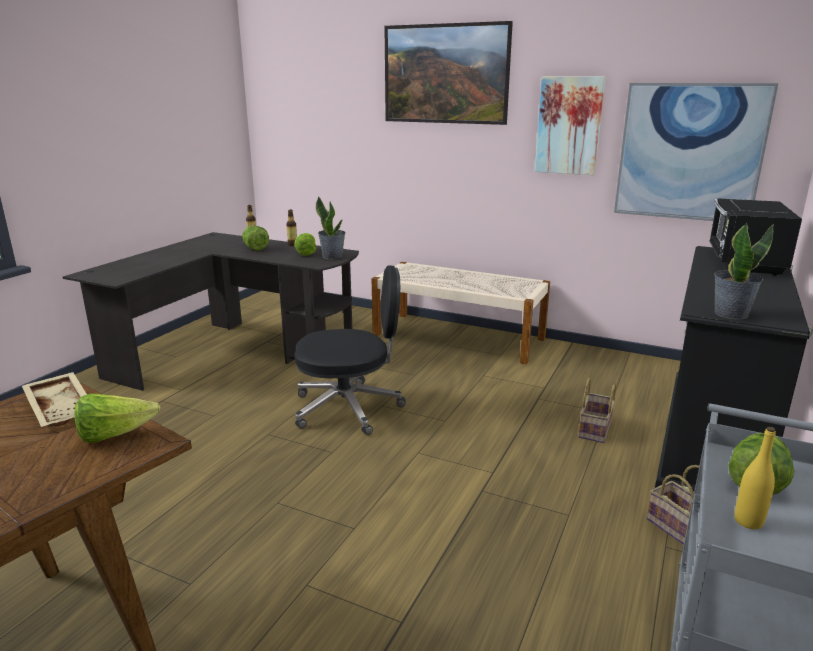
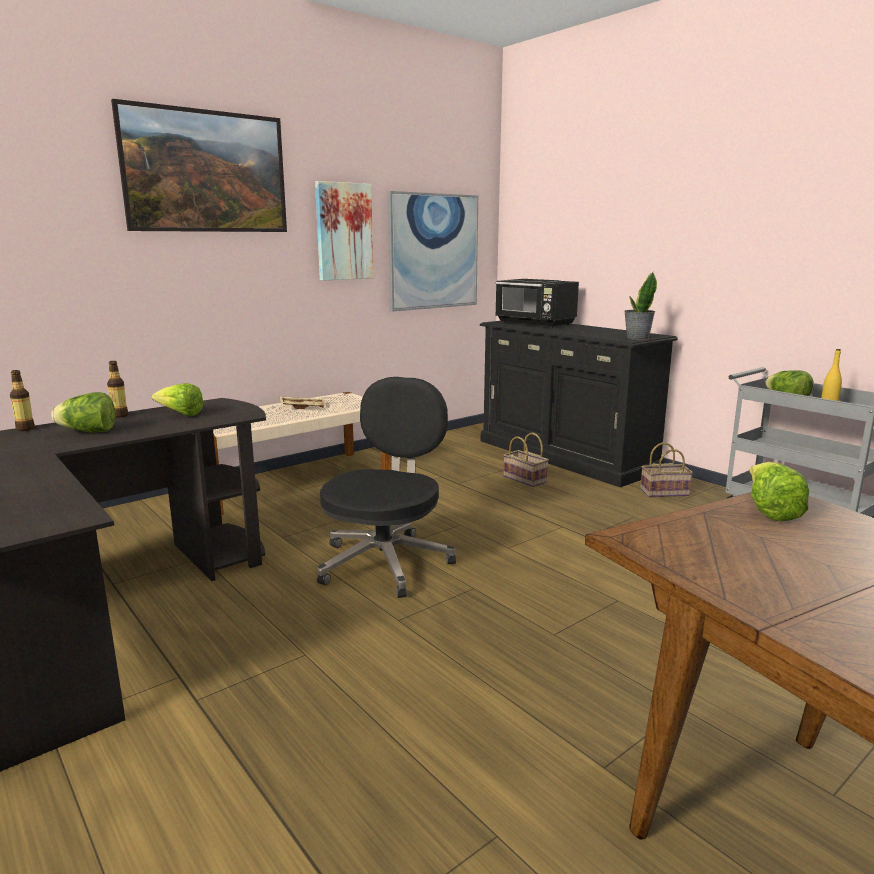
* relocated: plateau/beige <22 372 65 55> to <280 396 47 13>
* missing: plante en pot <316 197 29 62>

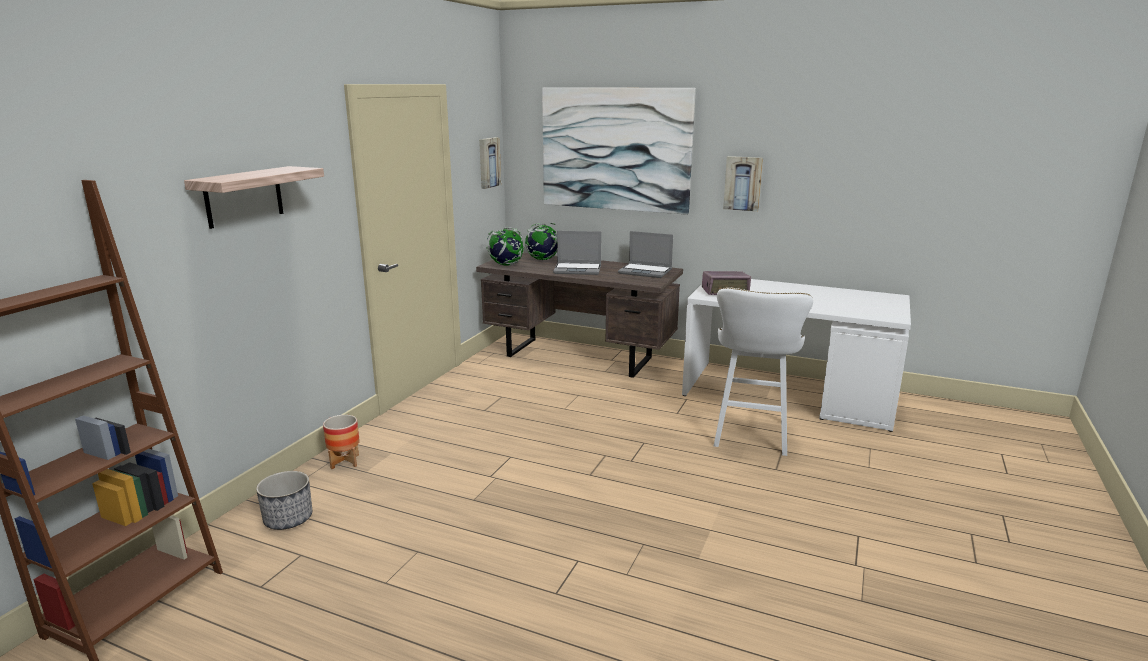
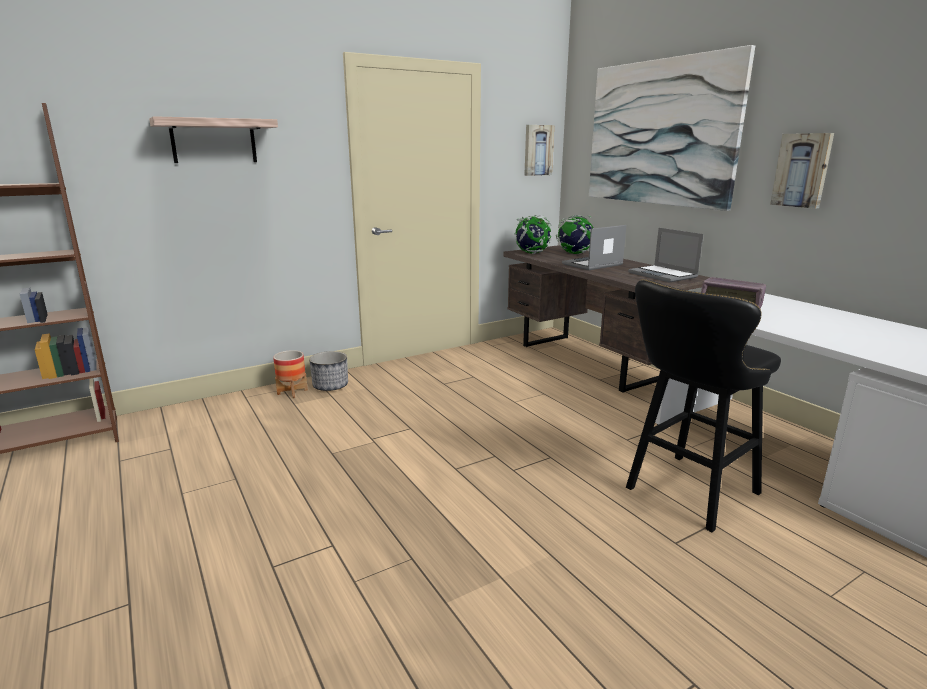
* relocated: cache-pot <256 471 56 59> to <309 351 39 40>
* spun: ordinateur portable <553 231 49 44> = <562 225 64 45> 105 degrees clockwise
* colour: tabouret/blanc <714 287 99 169> to tabouret/noir <626 279 155 253>

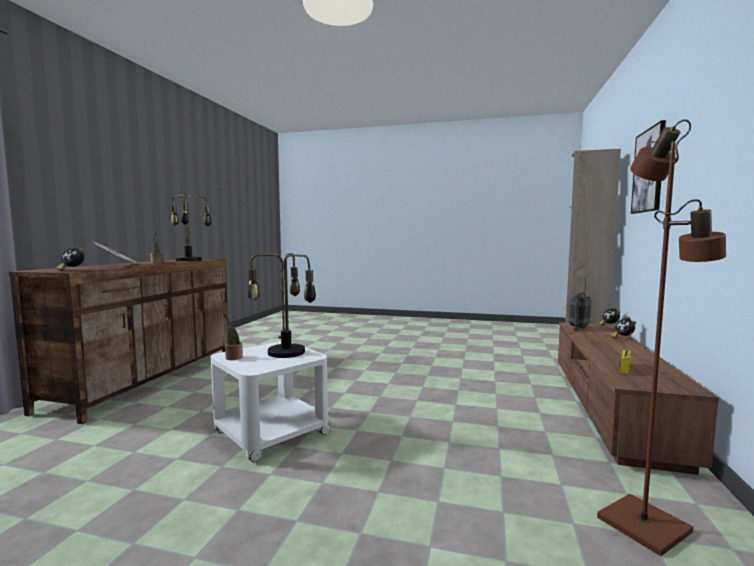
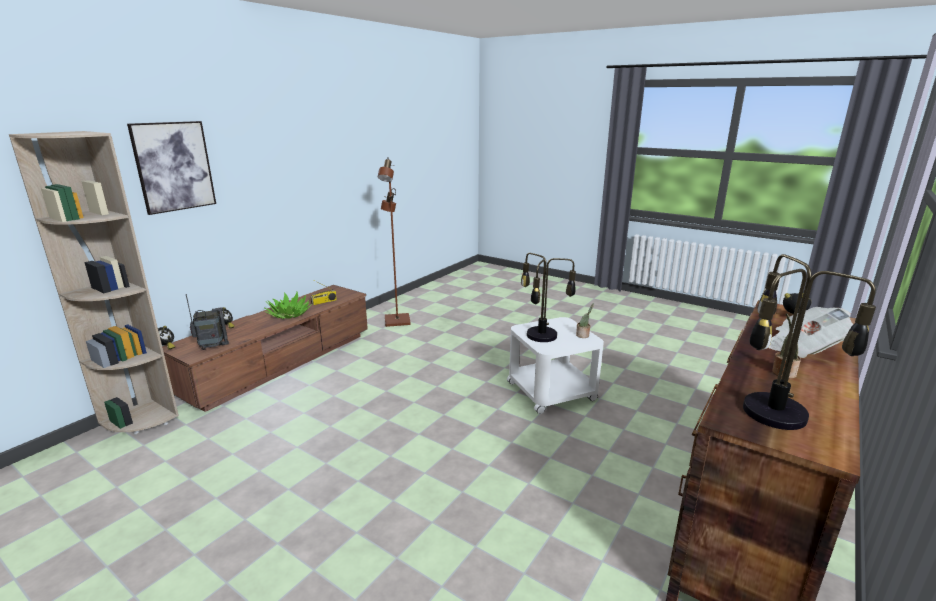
* appeared: plante en pot <265 292 47 27>

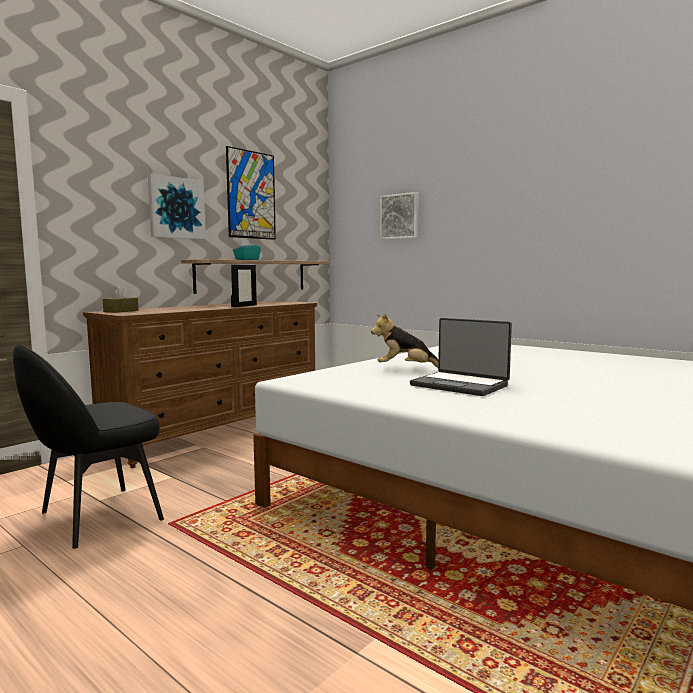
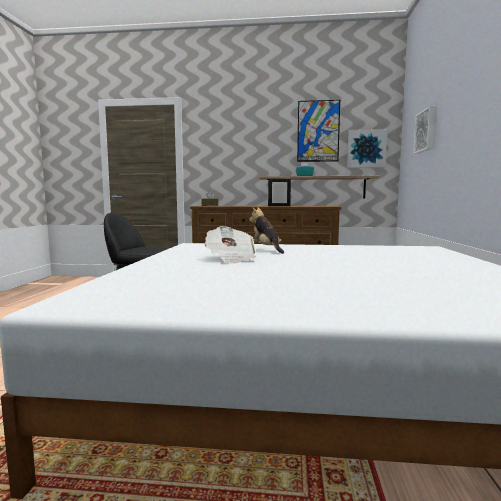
* relocated: tableau <148 173 58 66> to <347 129 40 39>
* exchanged: ordinateur portable <410 318 102 78> to journal <205 226 51 38>

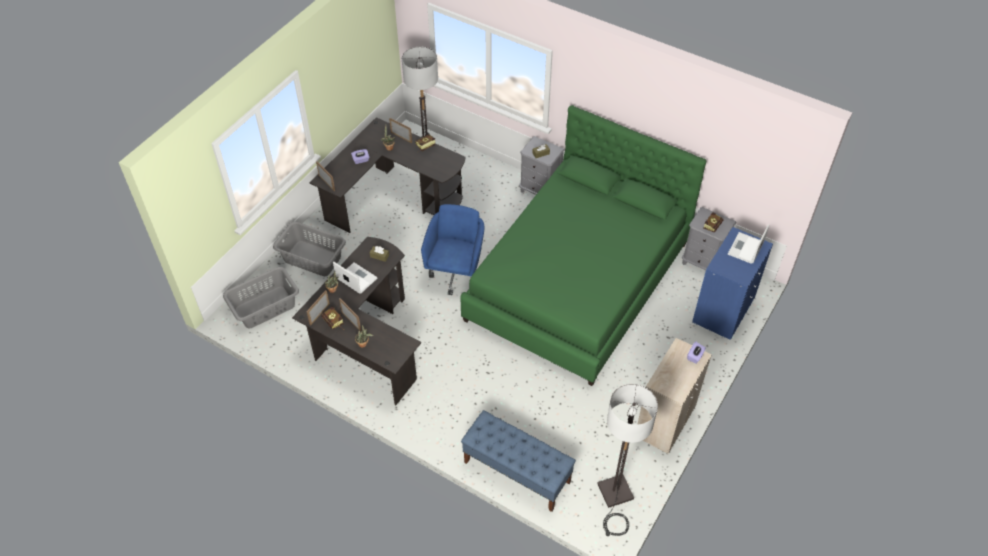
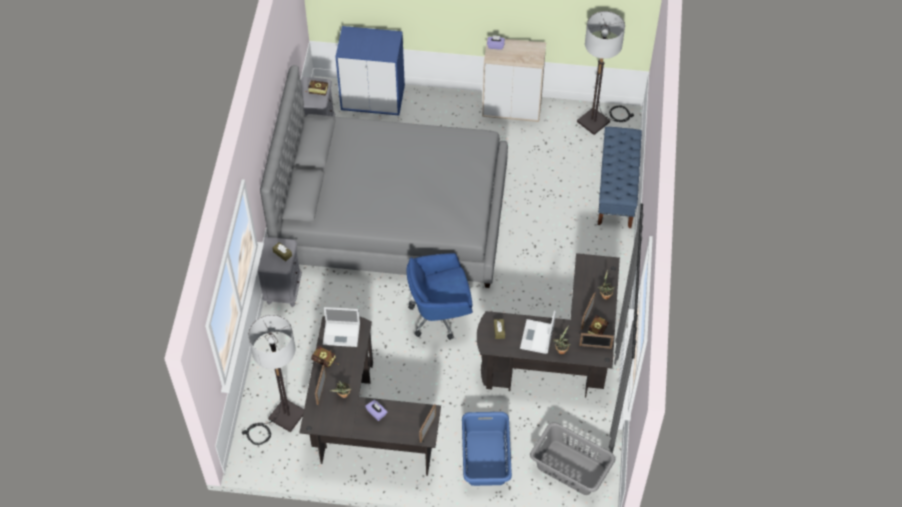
* colour: panier à linge/gris <273 221 73 55> to panier à linge/bleu <462 412 50 74>
* colour: lit/vert <461 105 245 281> to lit/gris <260 65 248 223>
* relocated: ordinateur portable <728 225 41 39> to <323 307 37 40>

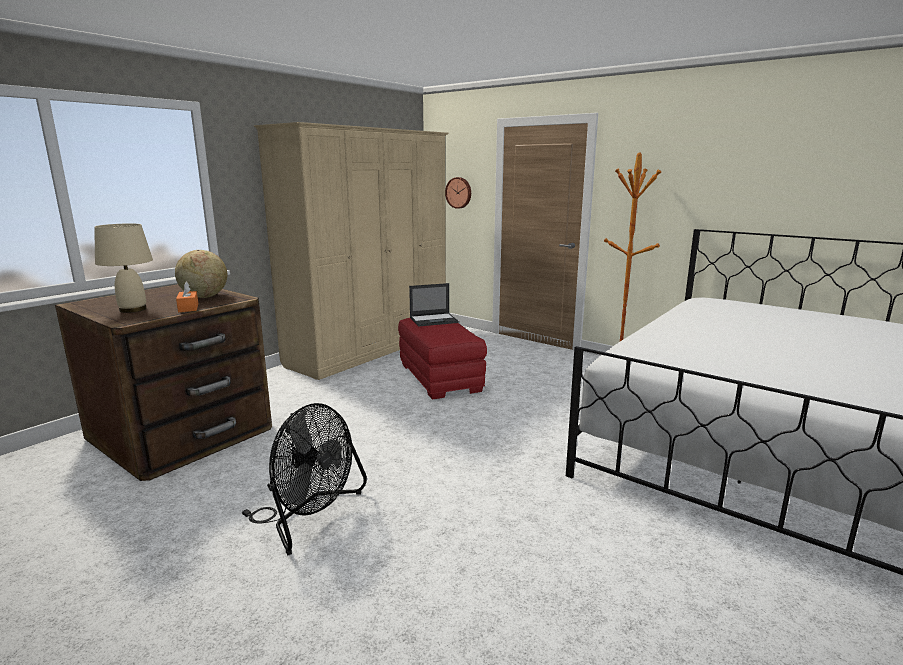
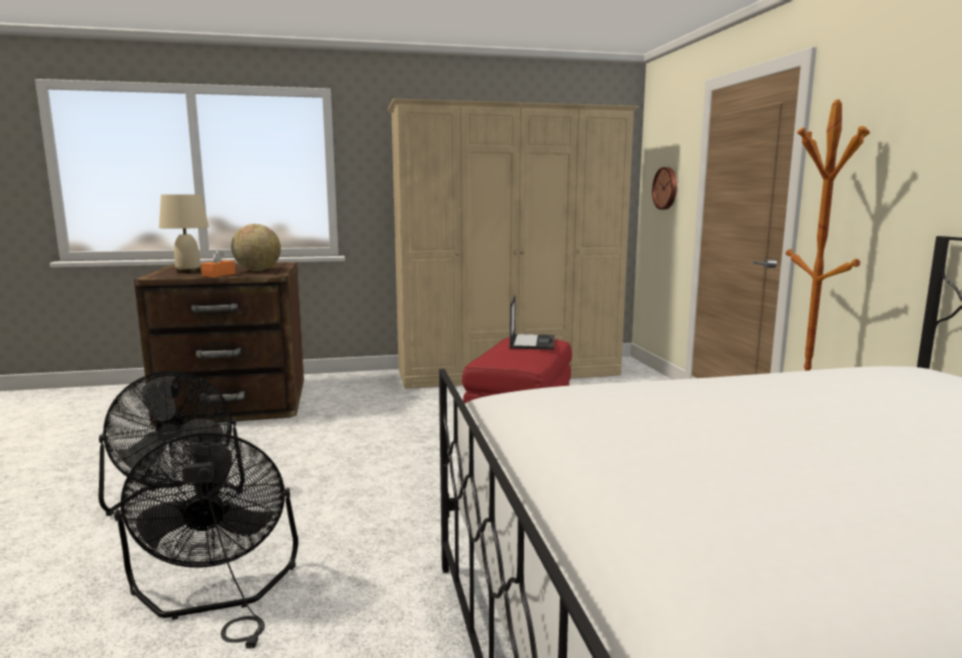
* spun: ordinateur portable <409 283 50 44> = <509 295 45 55> 105 degrees counterclockwise
* appeared: ventilateur/noir <114 432 184 217>

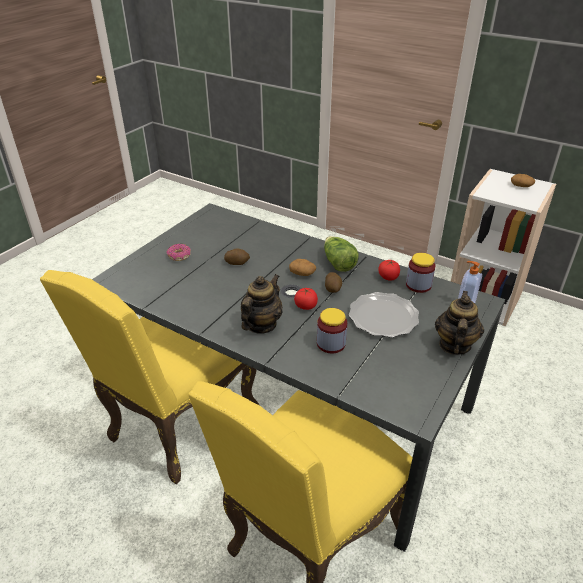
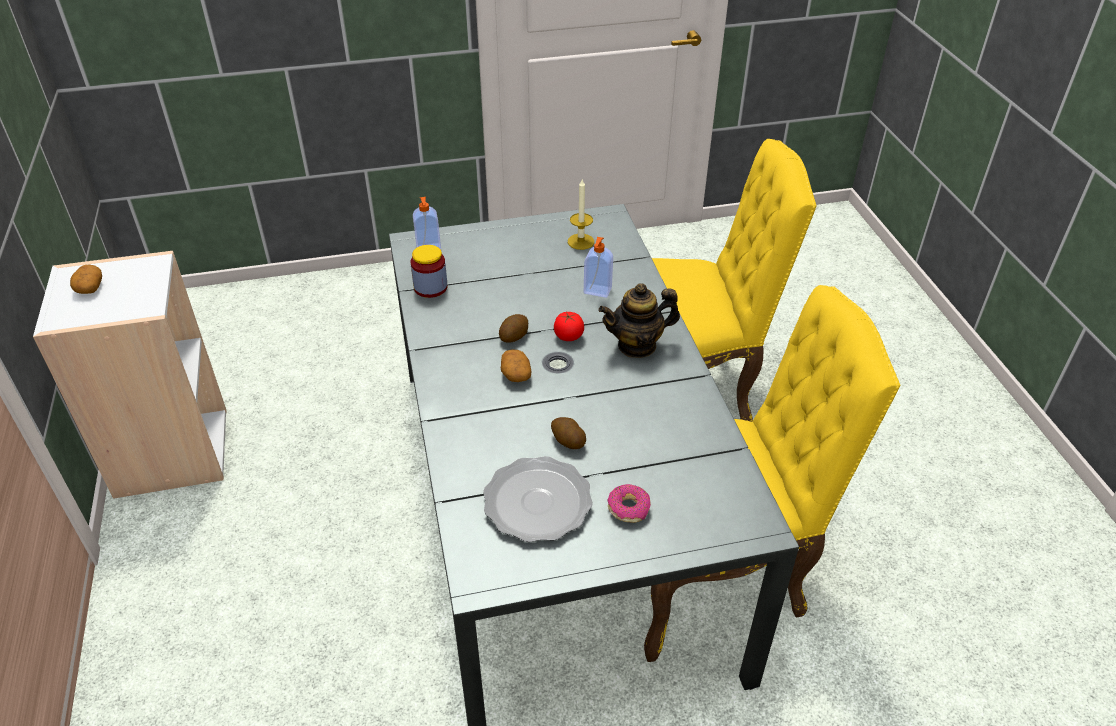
* exchanged: bocal <317 308 30 45> to distributeur de savon <584 237 29 61>
* missing: laitue <324 236 35 36>
* relocated: assiette <349 292 70 46> to <483 456 110 86>
* missing: tomate <378 260 22 21>
* missing: théière <435 291 49 64>
* appeared: bougie <568 178 26 72>

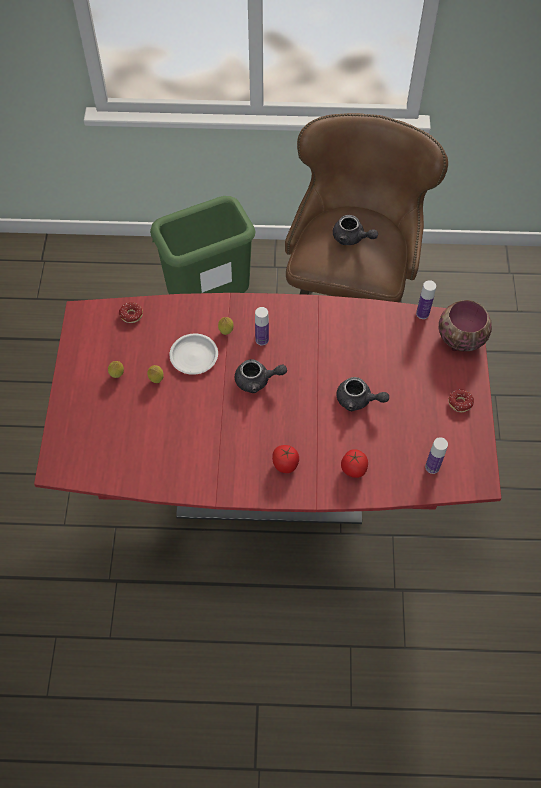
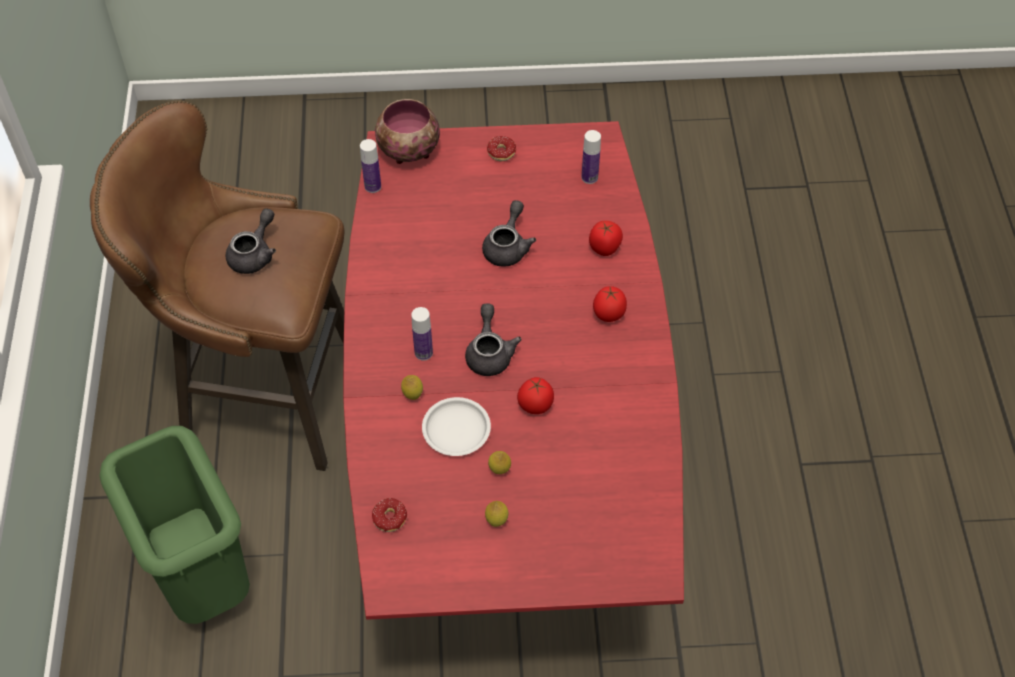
* appeared: tomate <517 377 37 37>

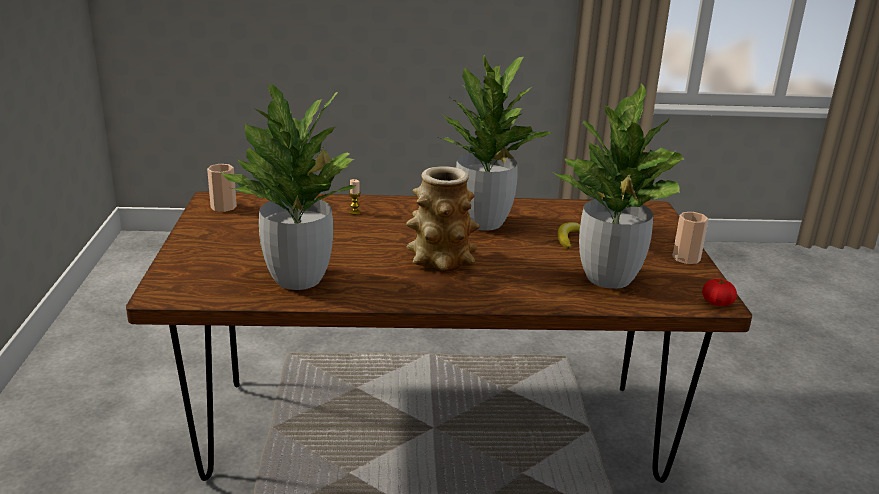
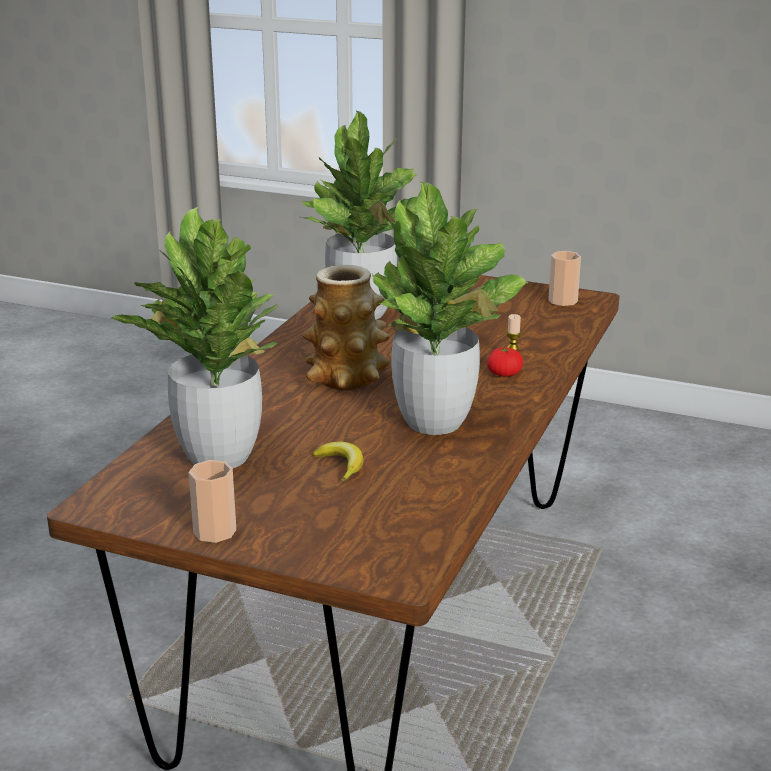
* relocated: tomate <702 279 35 27> to <487 347 36 30>

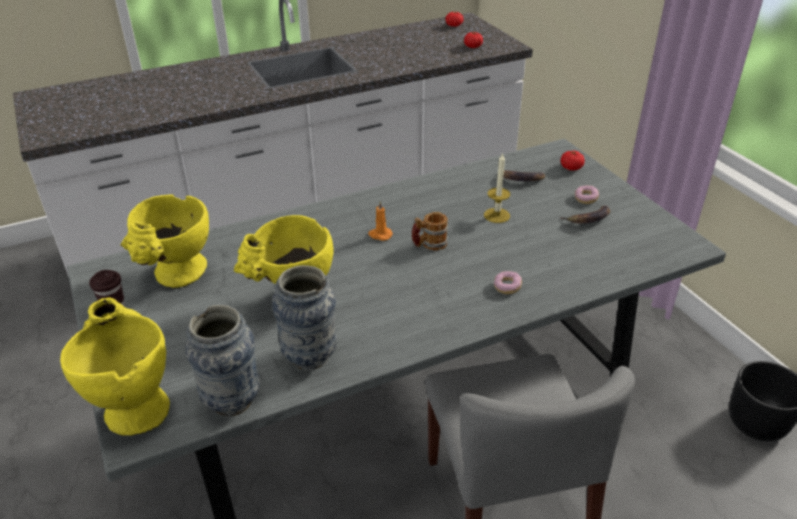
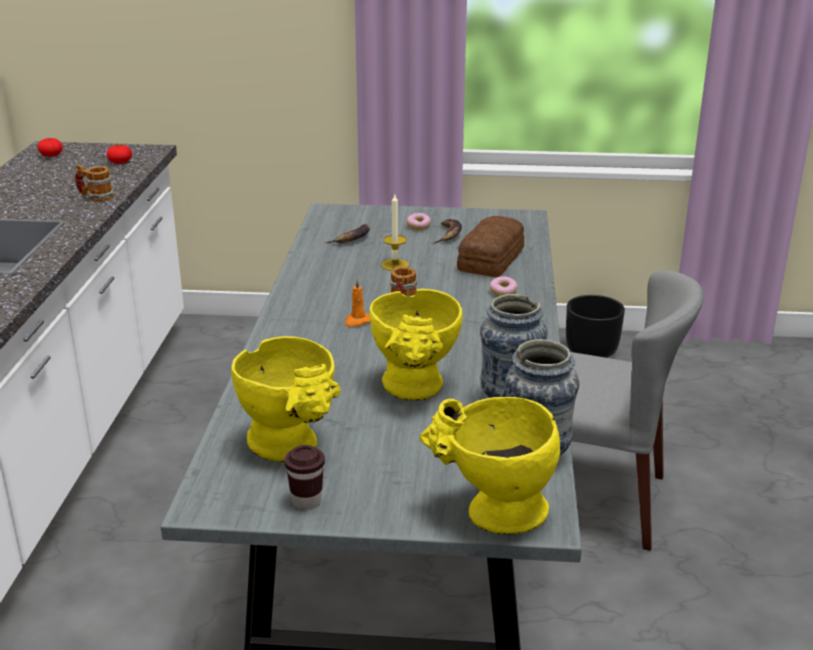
* missing: tomate <561 151 24 19>
* appeared: mug <75 164 39 38>
* appeared: pain <457 216 67 61>

